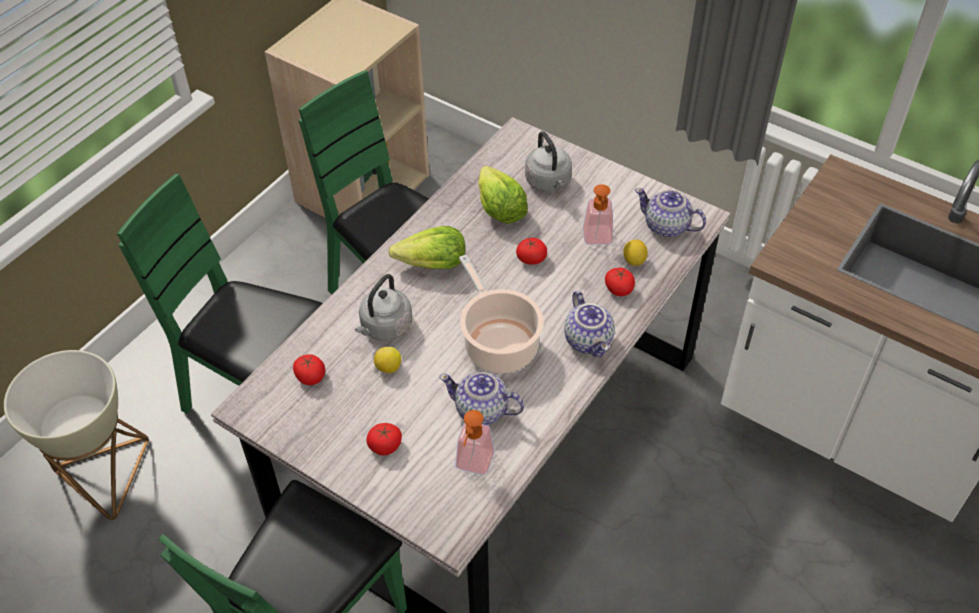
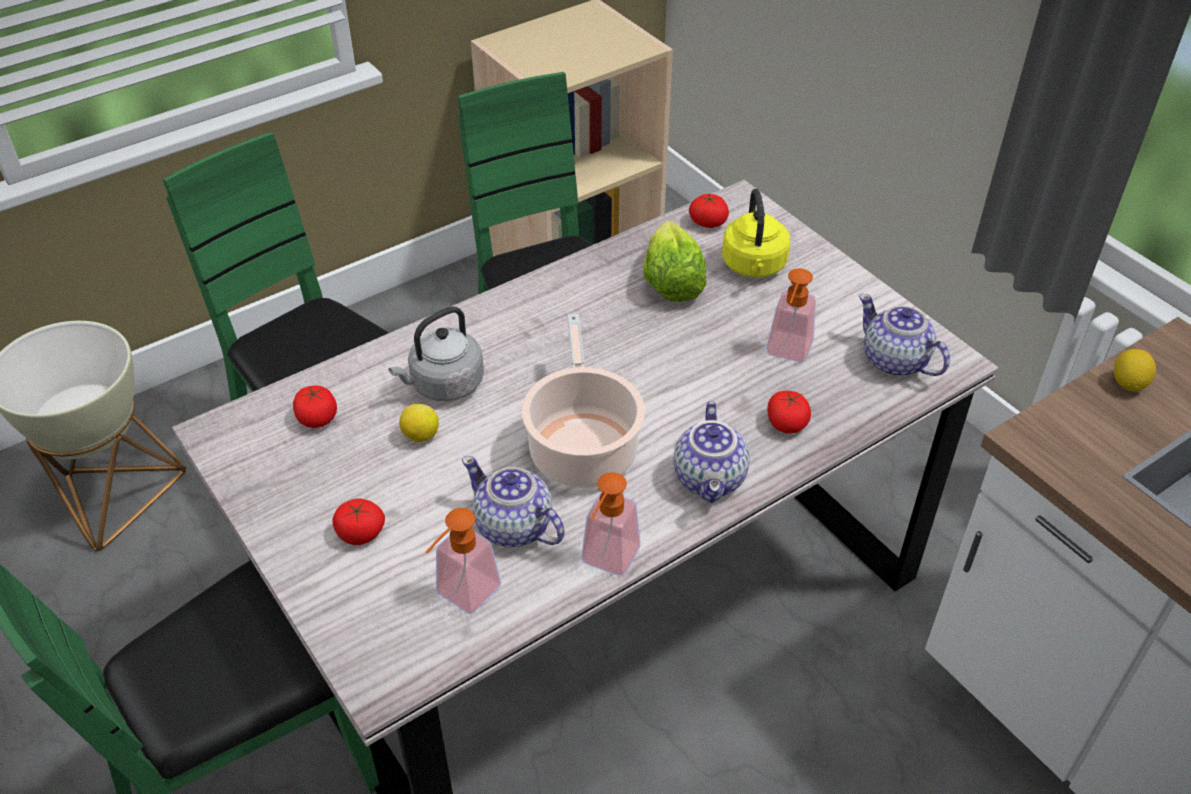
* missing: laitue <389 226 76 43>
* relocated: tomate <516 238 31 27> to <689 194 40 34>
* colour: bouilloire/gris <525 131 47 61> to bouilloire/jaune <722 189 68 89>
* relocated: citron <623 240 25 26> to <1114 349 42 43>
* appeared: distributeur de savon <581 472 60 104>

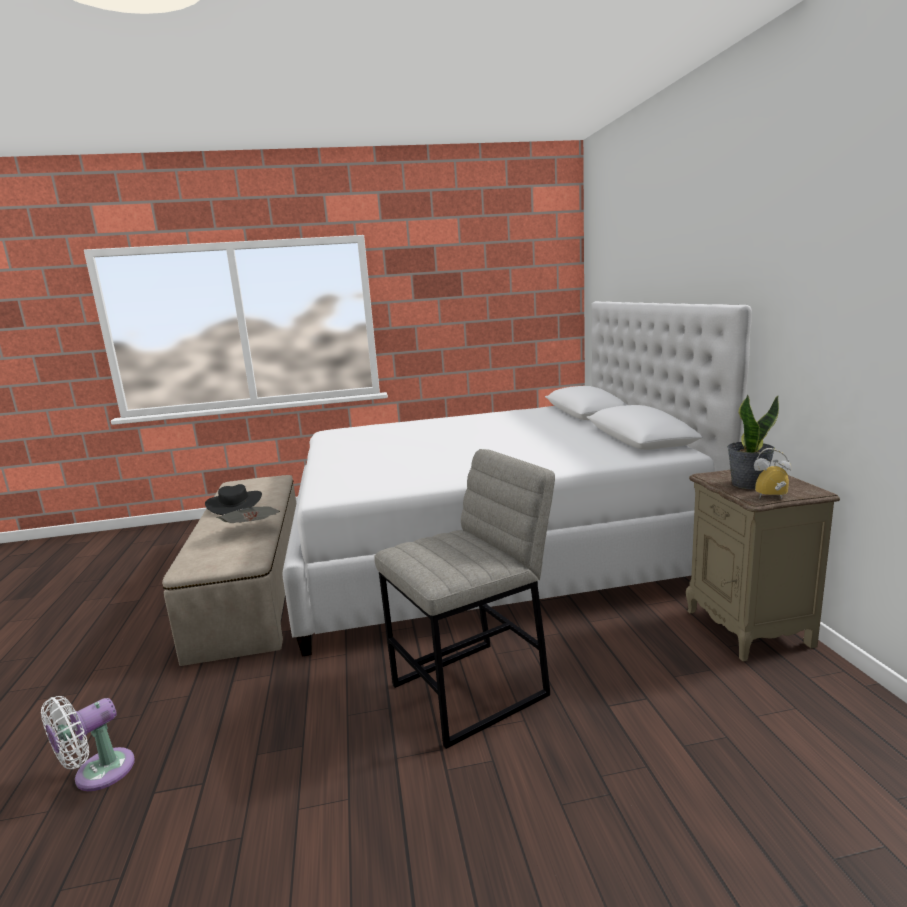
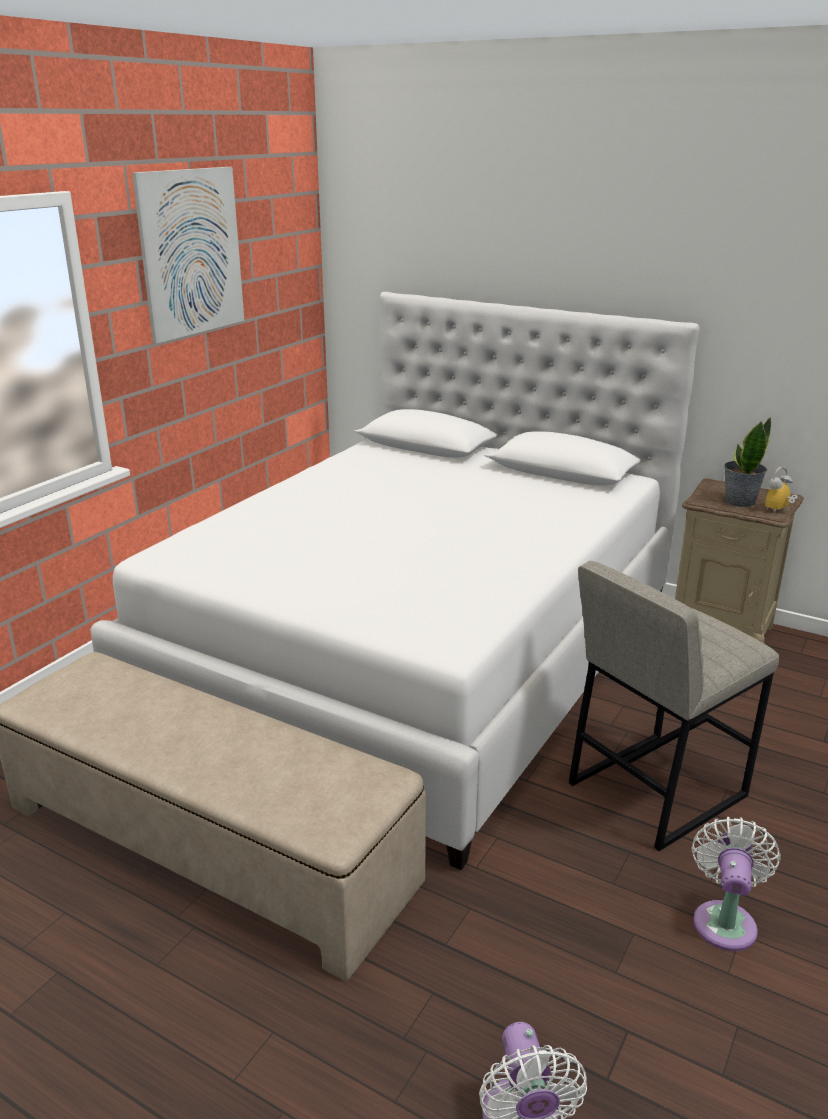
* missing: chapeau/noir <205 484 57 31>
* missing: journal <216 506 64 17>
* spun: chaise/gris <375 449 180 300> = <569 561 210 290> 135 degrees counterclockwise
* appeared: tableau <132 167 112 177>
* appeared: ventilateur/blanc <692 817 88 134>

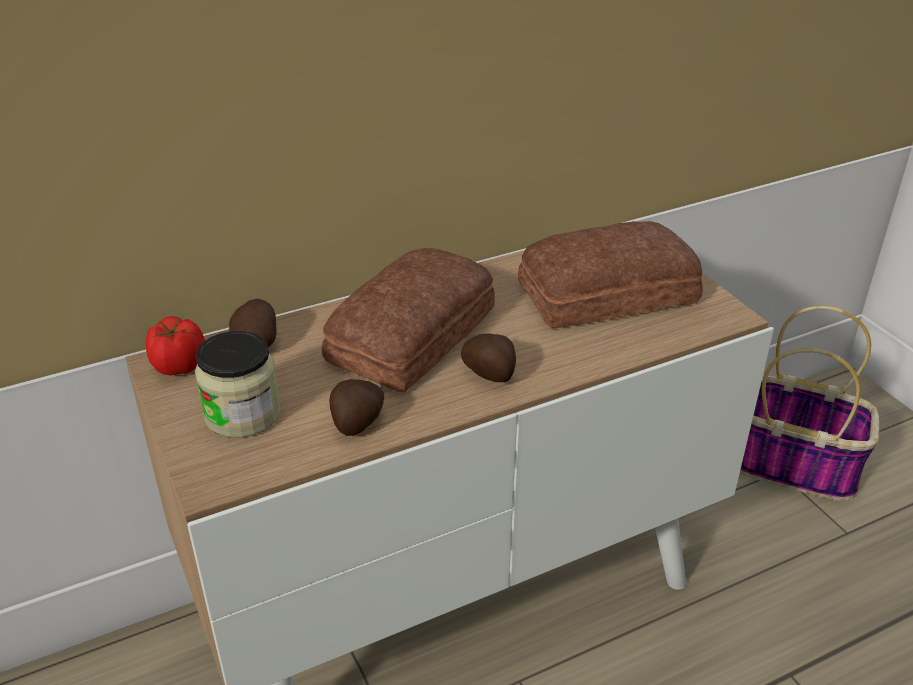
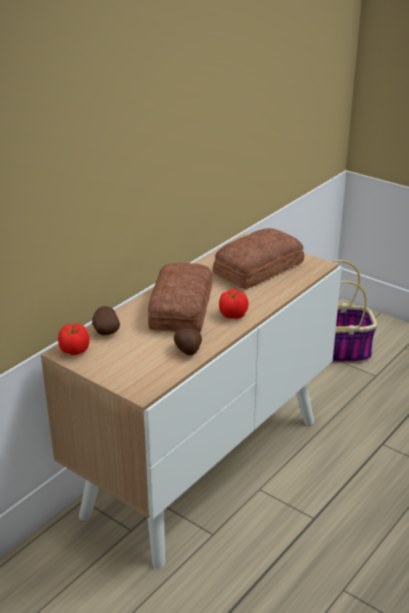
* missing: bocal <195 331 86 107>
* exchanged: pomme de terre <461 333 55 49> to tomate <219 289 30 30>

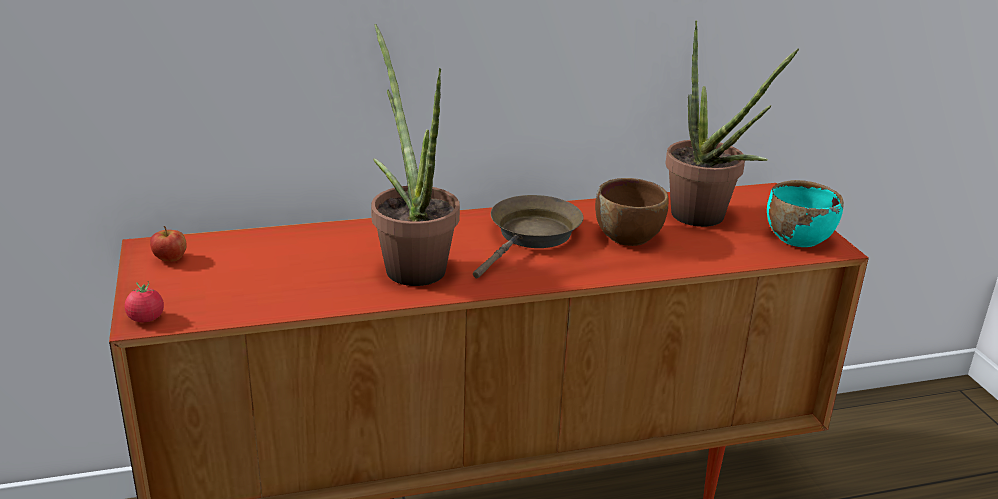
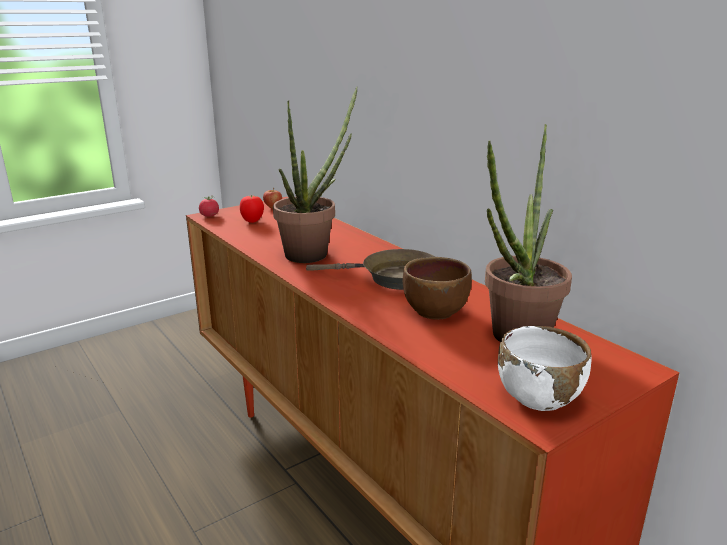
* colour: bol/turquoise <767 180 77 67> to bol/blanc <498 326 93 85>
* appeared: tomate <240 195 24 28>

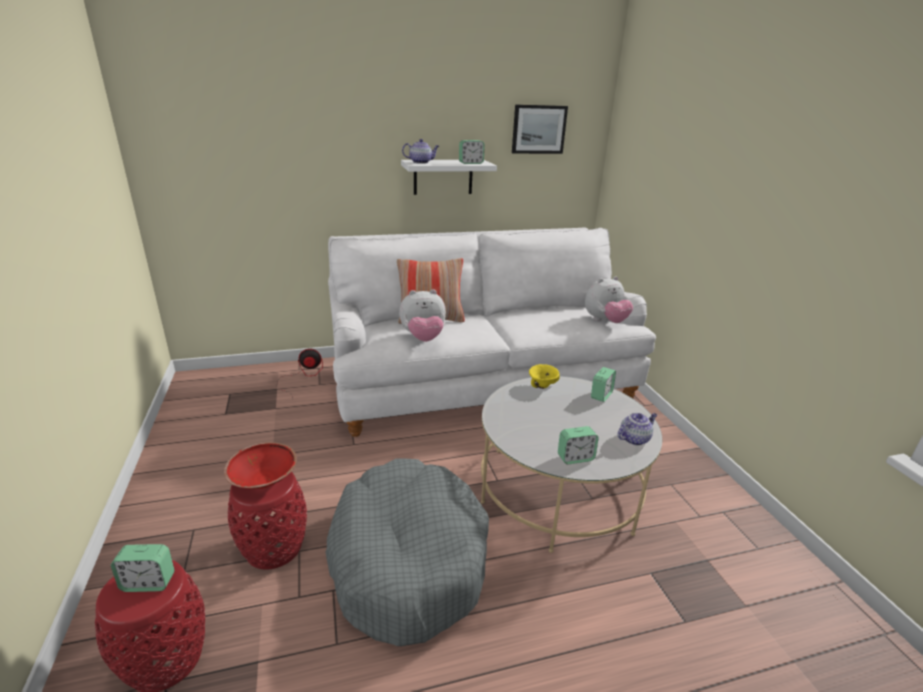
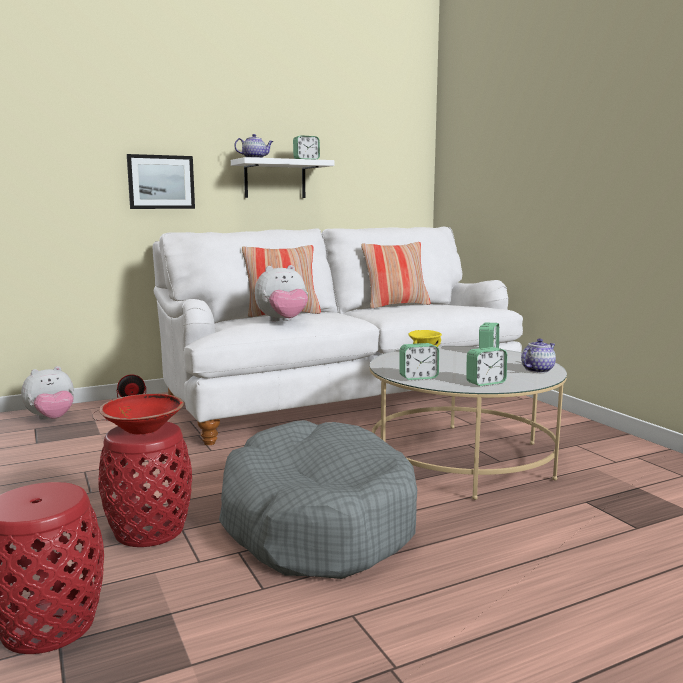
* relocated: réveil <111 544 64 48> to <399 343 40 37>
* relocated: tableau <512 105 56 49> to <127 154 68 55>
* relocated: peluche <585 276 48 47> to <21 366 53 54>
* appeared: coussin <361 242 70 67>

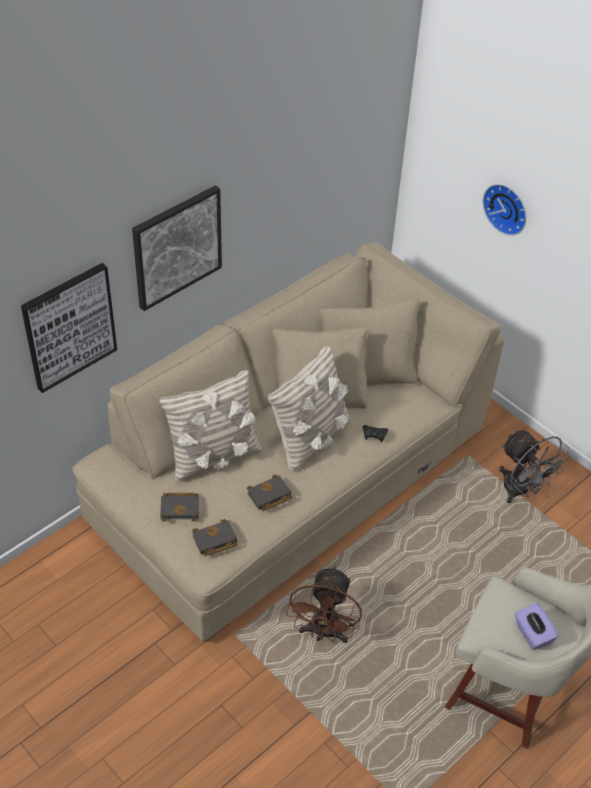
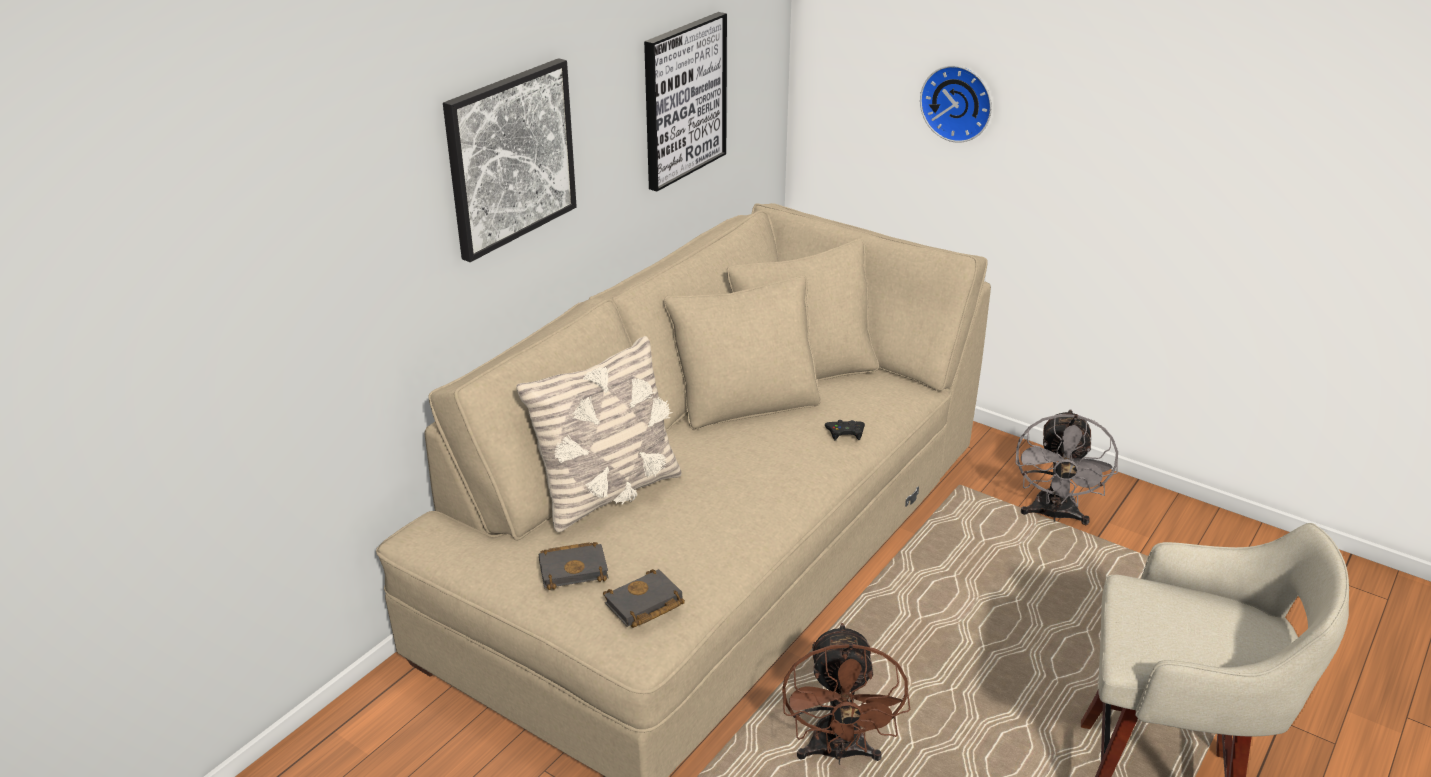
* relocated: tableau <21 263 96 130> to <644 12 83 179>
* missing: livre/noir <247 474 45 37>
* missing: coussin/beige <268 346 82 125>
* spun: ventilateur/gris <499 429 72 74> = <1016 409 102 116> 60 degrees clockwise
* missing: boîte à mouchoirs/violet <515 603 43 47>

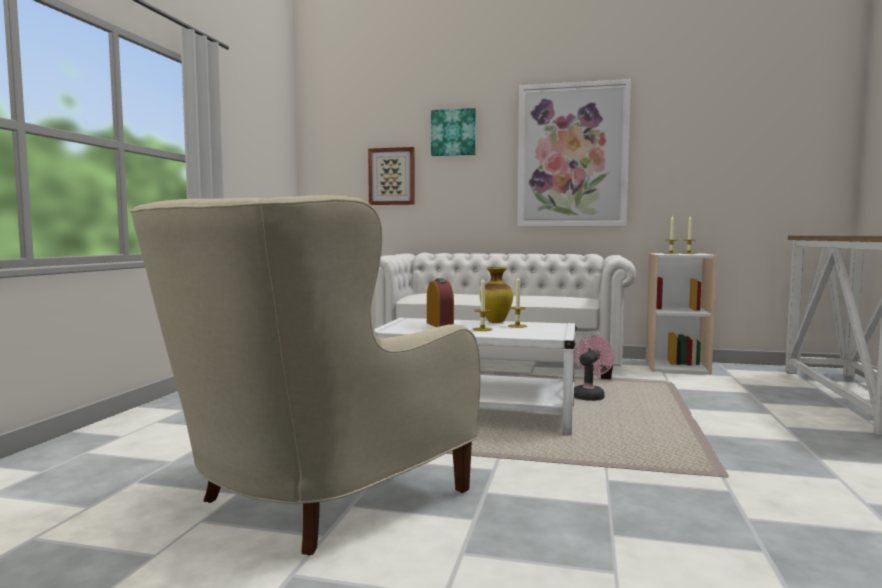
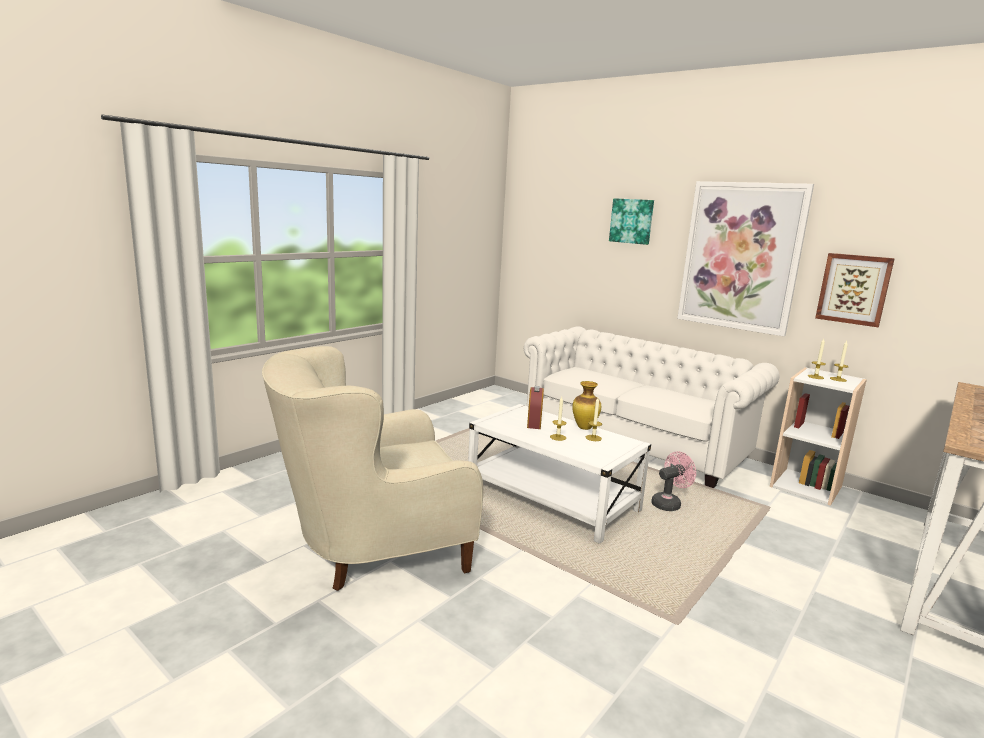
* relocated: tableau <368 147 47 58> to <815 253 80 74>

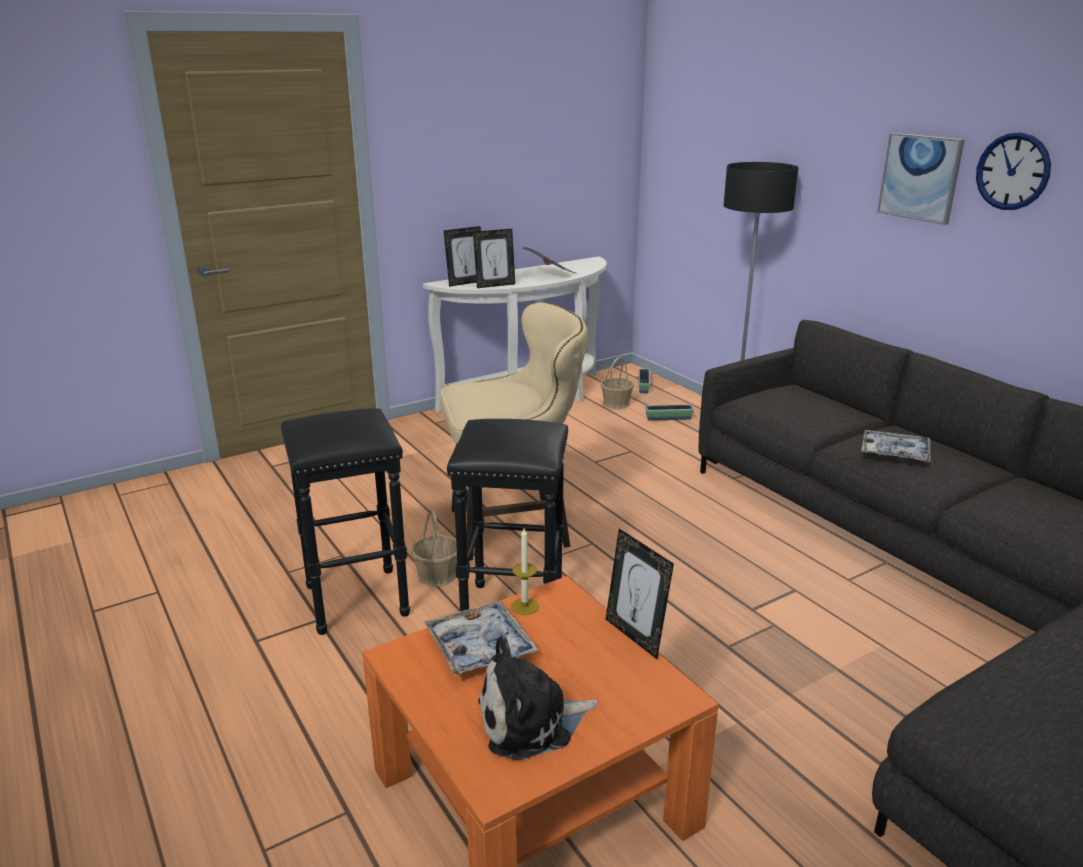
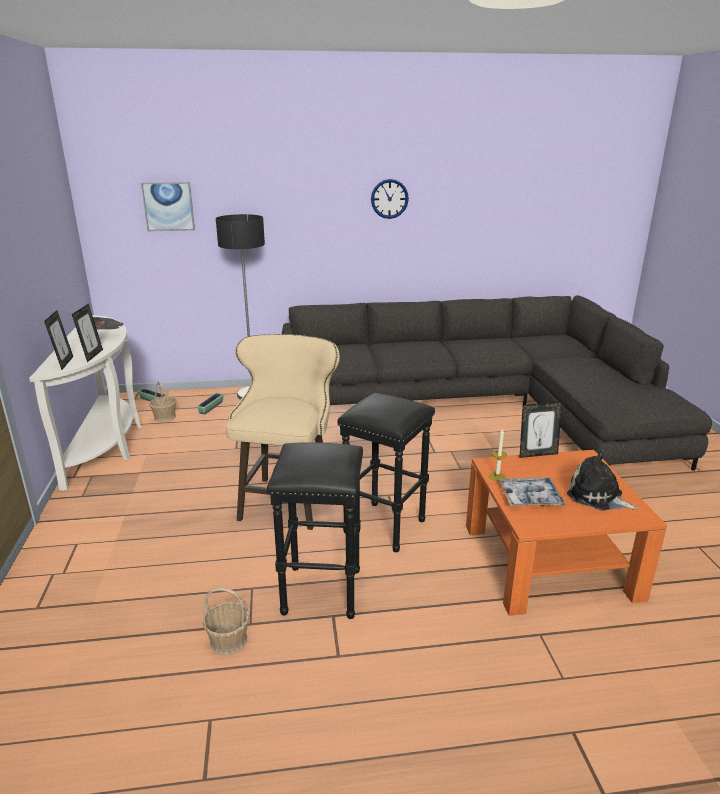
* relocated: panier <411 509 46 78> to <203 588 47 67>
* spun: peluche <478 636 119 124> = <567 450 71 61> 120 degrees clockwise
* missing: plateau <861 430 70 32>
* relocated: tableau <877 133 88 92> to <141 182 54 49>

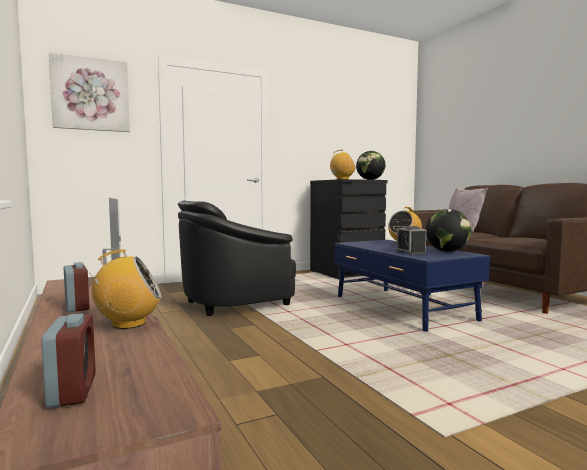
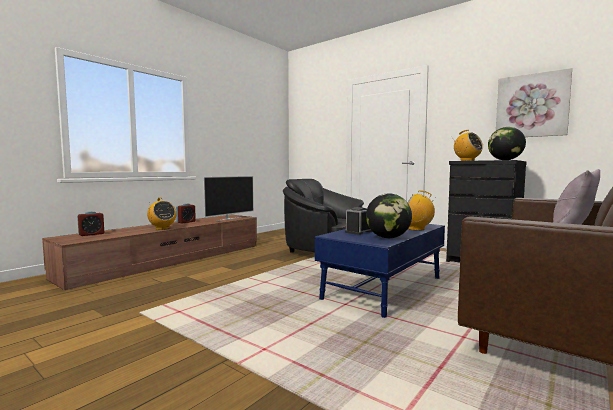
* relocated: tableau <49 52 81 80> to <496 68 76 69>

